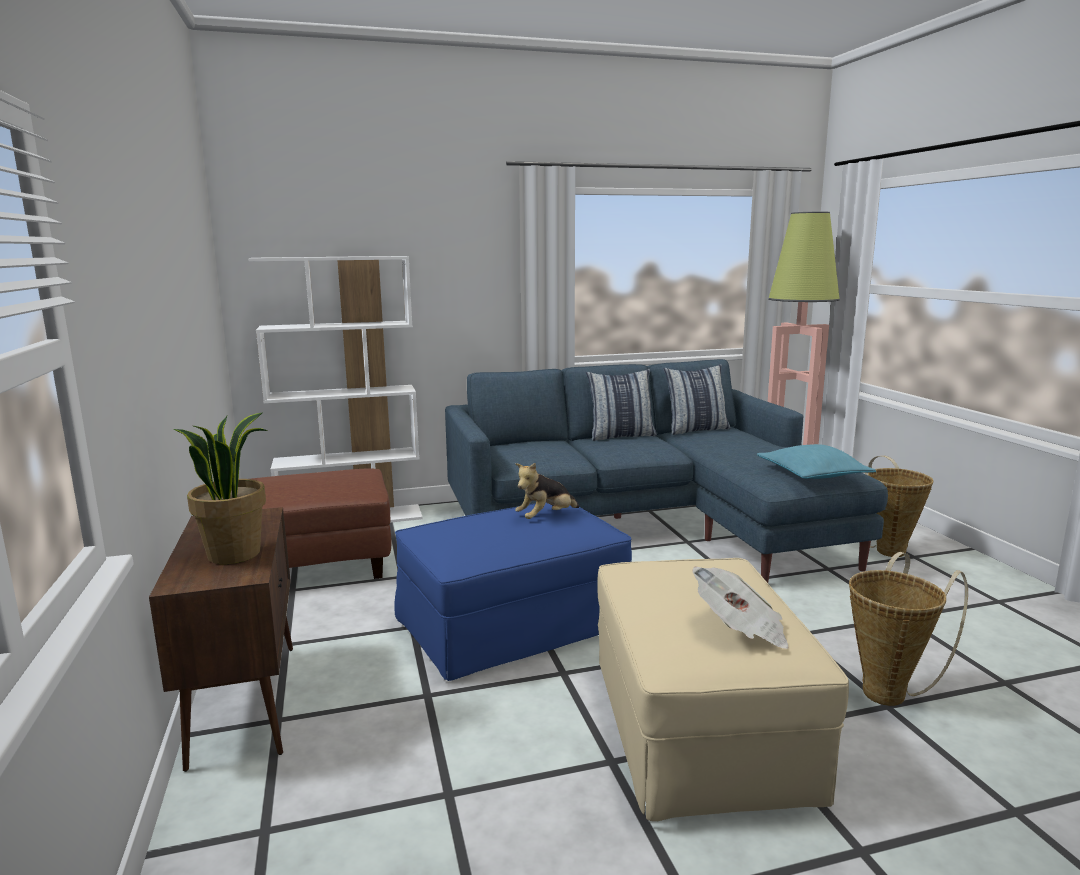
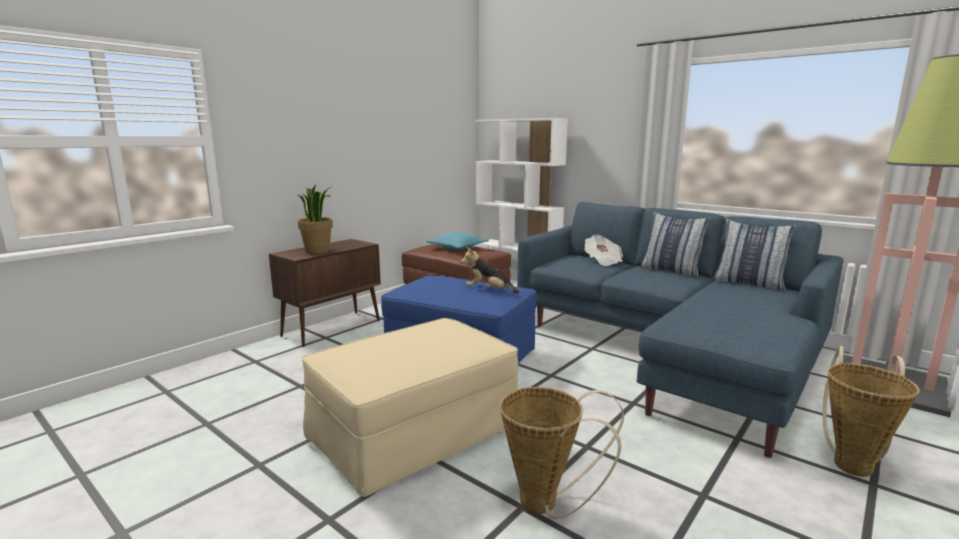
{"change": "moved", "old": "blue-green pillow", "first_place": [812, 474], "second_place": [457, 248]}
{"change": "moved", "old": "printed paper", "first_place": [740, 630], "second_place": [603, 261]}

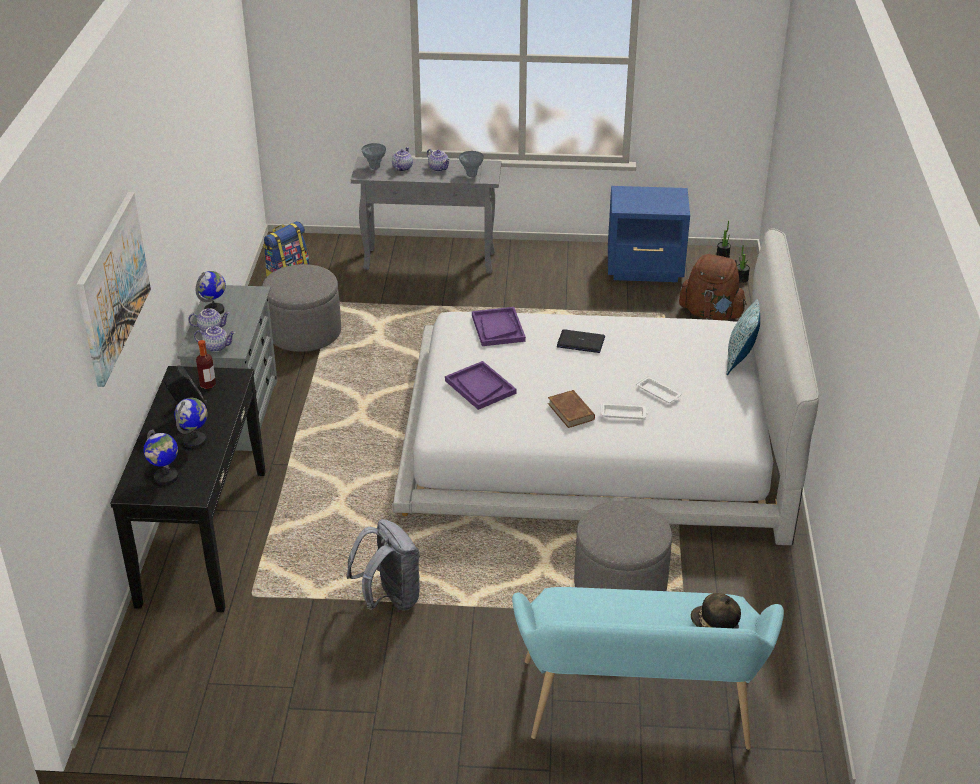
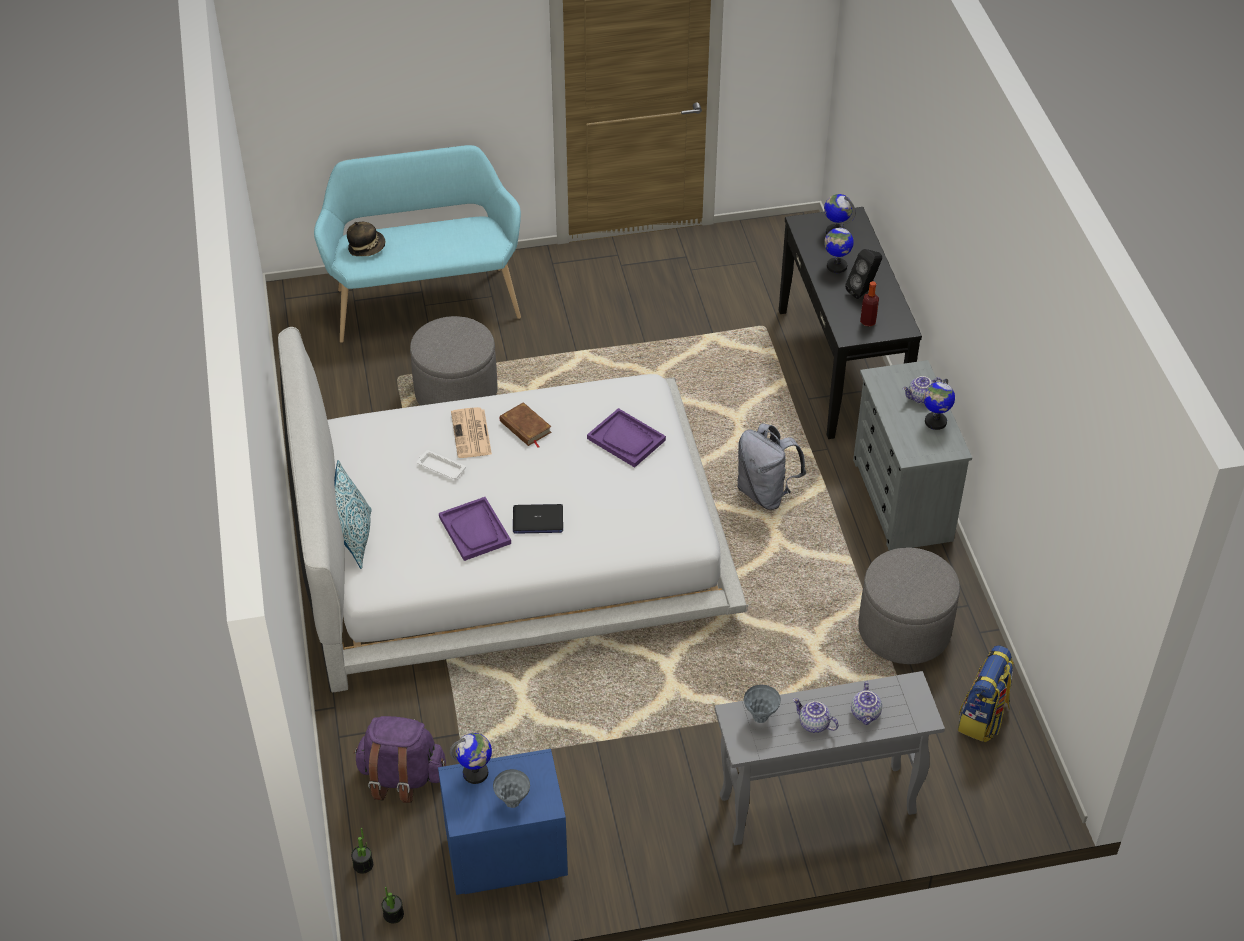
{"change": "recoloured", "old": "brown rucksack", "new": "purple rucksack", "first_place": [711, 314], "second_place": [401, 777]}
{"change": "moved", "old": "purple carrying tray", "first_place": [498, 328], "second_place": [475, 530]}
{"change": "added", "new": "globe", "second_place": [475, 773]}
{"change": "replaced", "old": "white carrying tray", "new": "printed paper", "first_place": [624, 414], "second_place": [471, 434]}
{"change": "moved", "old": "gray flower vase", "first_place": [374, 167], "second_place": [512, 802]}
{"change": "moved", "old": "gray rucksack", "first_place": [389, 598], "second_place": [765, 493]}
{"change": "removed", "old": "wall picture", "first_place": [112, 286]}
{"change": "removed", "old": "pot for tea", "first_place": [216, 347]}

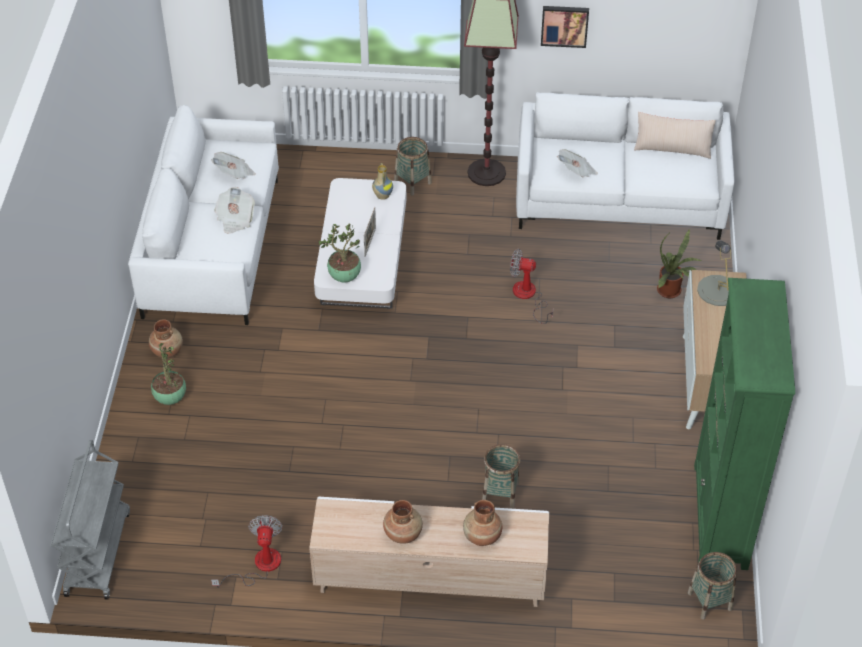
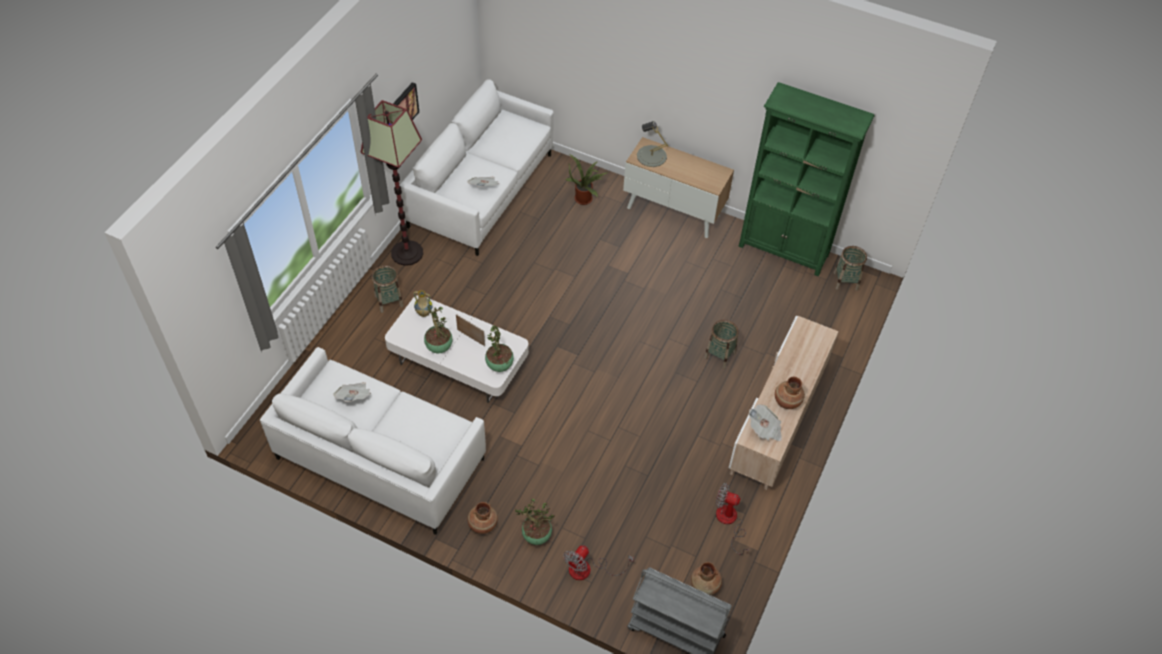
{"change": "added", "new": "potted plant", "second_place": [438, 347]}
{"change": "moved", "old": "cooling fan", "first_place": [528, 296], "second_place": [588, 569]}
{"change": "moved", "old": "brown flower vase", "first_place": [482, 536], "second_place": [705, 586]}
{"change": "moved", "old": "printed paper", "first_place": [235, 219], "second_place": [764, 429]}
{"change": "removed", "old": "sand-coloured pillow", "first_place": [672, 148]}

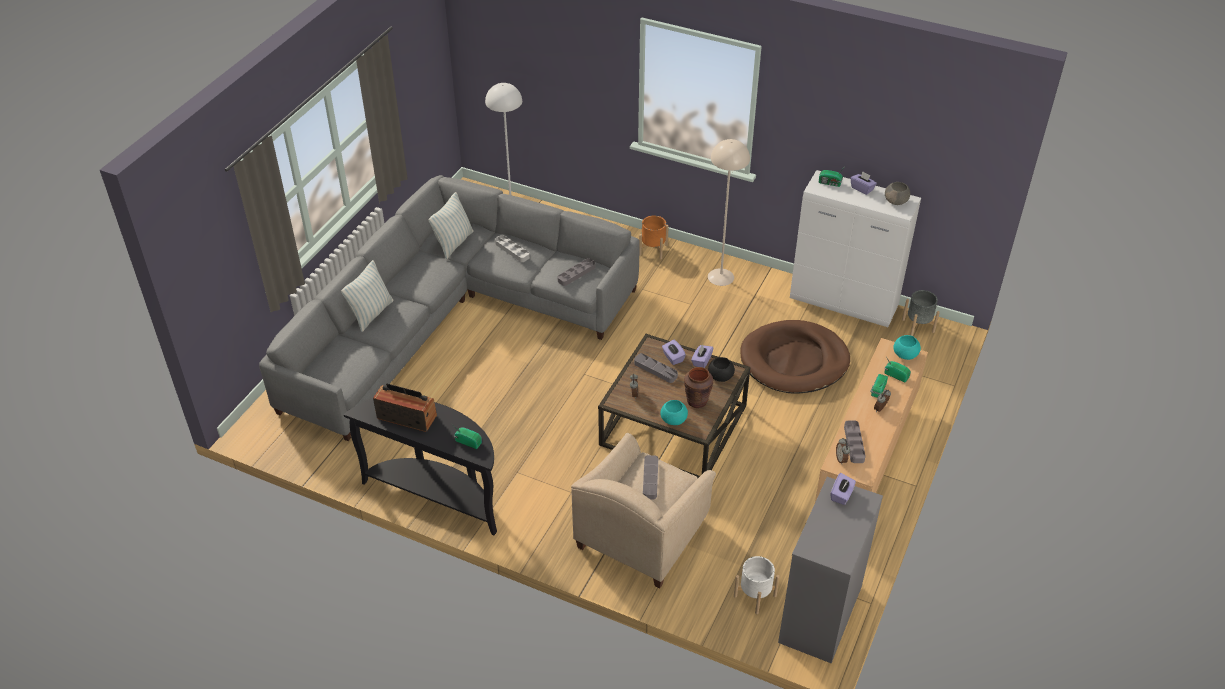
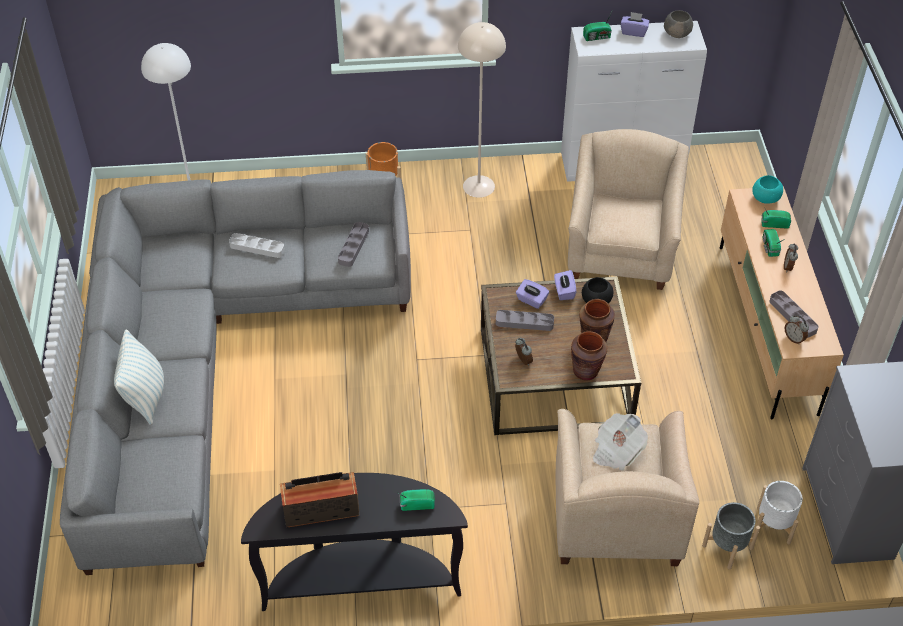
{"change": "replaced", "old": "brown pet bed", "new": "sand-coloured armchair", "first_place": [794, 361], "second_place": [621, 249]}
{"change": "replaced", "old": "blue-green serving bowl", "new": "brown flower vase", "first_place": [673, 419], "second_place": [586, 371]}
{"change": "replaced", "old": "gray carrying tray", "new": "printed paper", "first_place": [650, 479], "second_place": [616, 450]}
{"change": "moved", "old": "gray flower pot", "first_place": [918, 325], "second_place": [727, 547]}
{"change": "removed", "old": "pillow", "first_place": [454, 243]}
{"change": "removed", "old": "purple box of tissues", "first_place": [841, 495]}

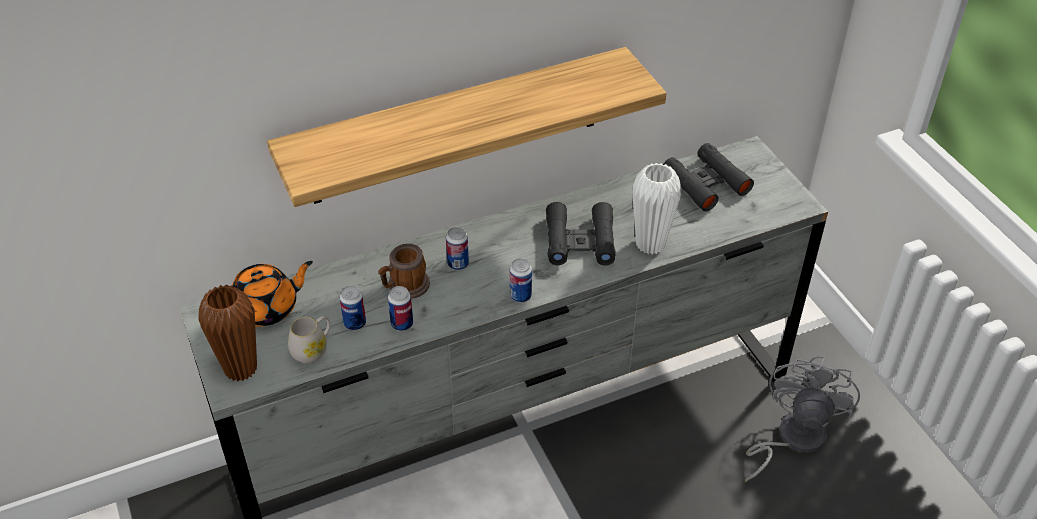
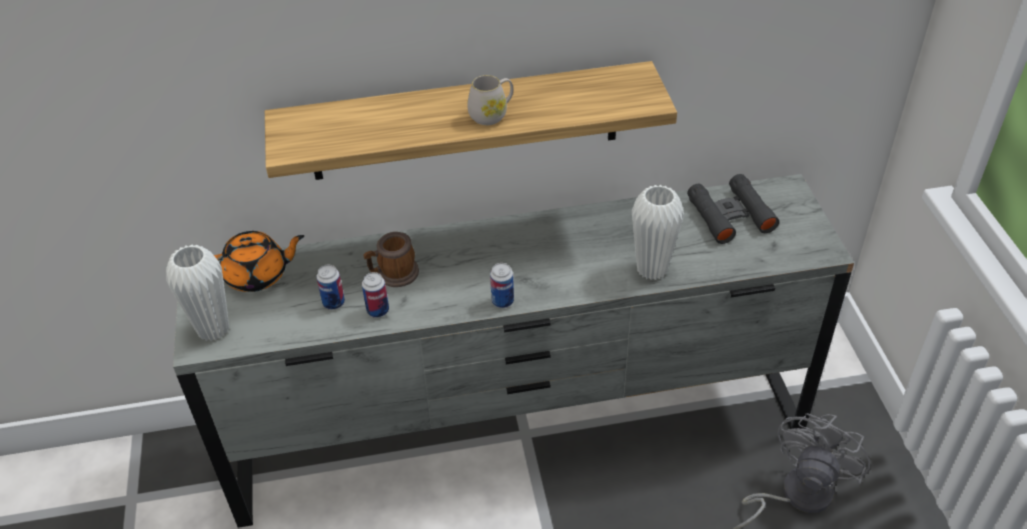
{"change": "recoloured", "old": "brown flower vase", "new": "white flower vase", "first_place": [241, 369], "second_place": [213, 329]}
{"change": "moved", "old": "white tea mug", "first_place": [313, 349], "second_place": [492, 114]}
{"change": "removed", "old": "sealed can", "first_place": [458, 264]}
{"change": "removed", "old": "blackish binoculars", "first_place": [580, 241]}

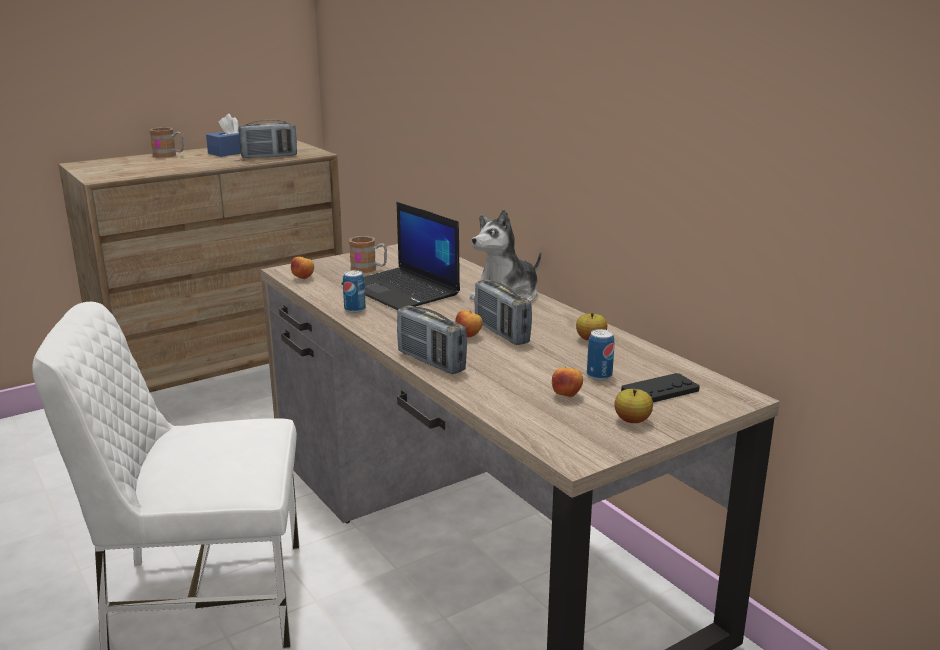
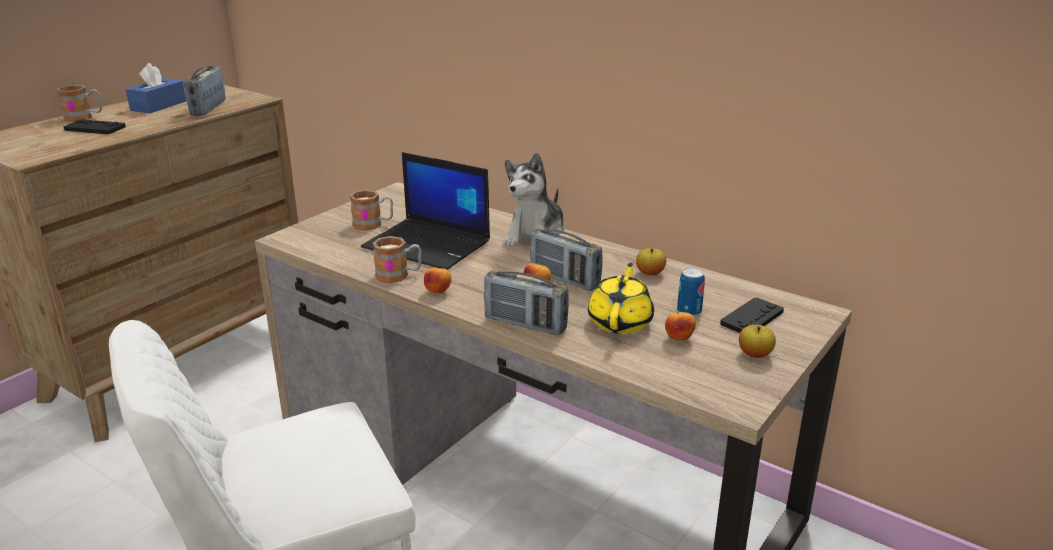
{"change": "added", "new": "blackish gamepad", "second_place": [95, 128]}
{"change": "turned", "old": "radio receiver", "first_place": [269, 157], "second_place": [208, 108], "degrees": 135}
{"change": "replaced", "old": "sealed can", "new": "tea mug", "first_place": [355, 309], "second_place": [399, 275]}
{"change": "moved", "old": "apple", "first_place": [303, 278], "second_place": [438, 292]}
{"change": "added", "new": "yellow pot for tea", "second_place": [620, 322]}

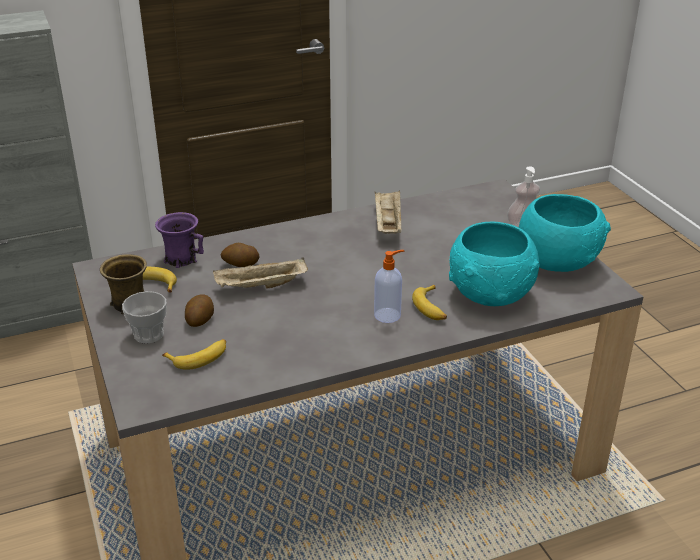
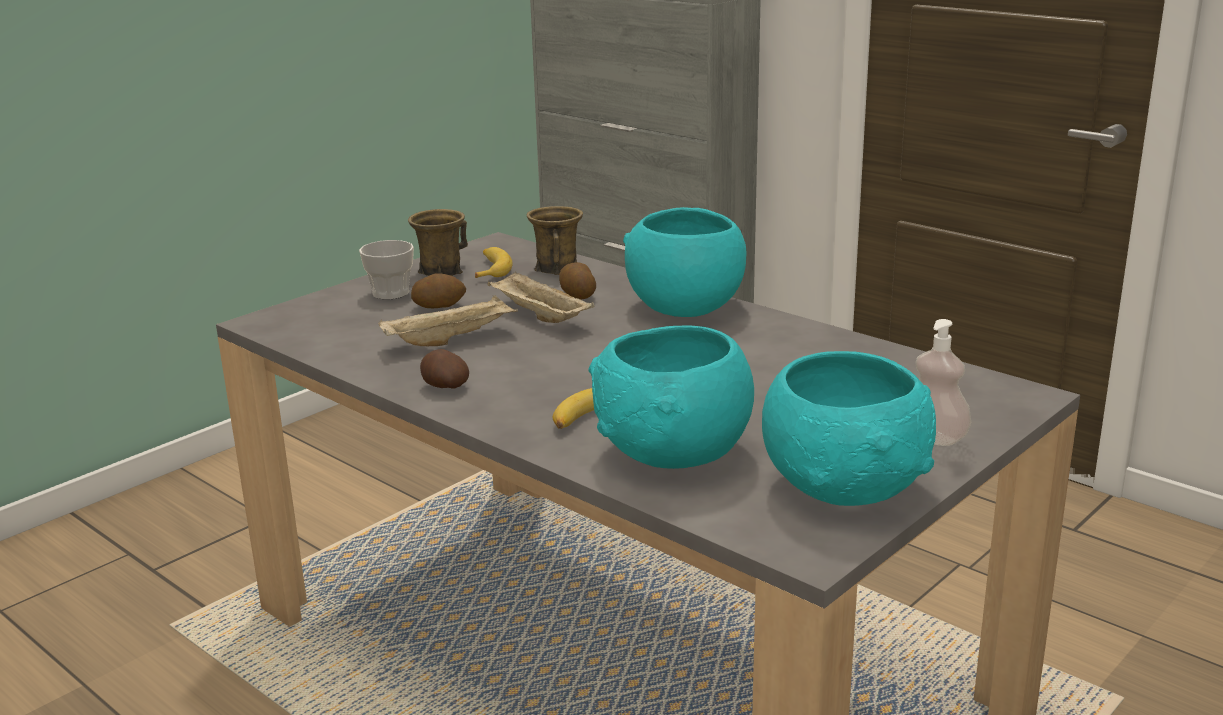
{"change": "moved", "old": "sand-coloured carrying tray", "first_place": [387, 223], "second_place": [451, 339]}
{"change": "added", "new": "whole potato", "second_place": [444, 387]}
{"change": "recoloured", "old": "purple tea mug", "new": "brown tea mug", "first_place": [181, 259], "second_place": [557, 268]}
{"change": "added", "new": "blue-green serving bowl", "second_place": [683, 306]}
{"change": "removed", "old": "banana", "first_place": [199, 357]}
{"change": "removed", "old": "liquid soap bottle", "first_place": [388, 315]}

